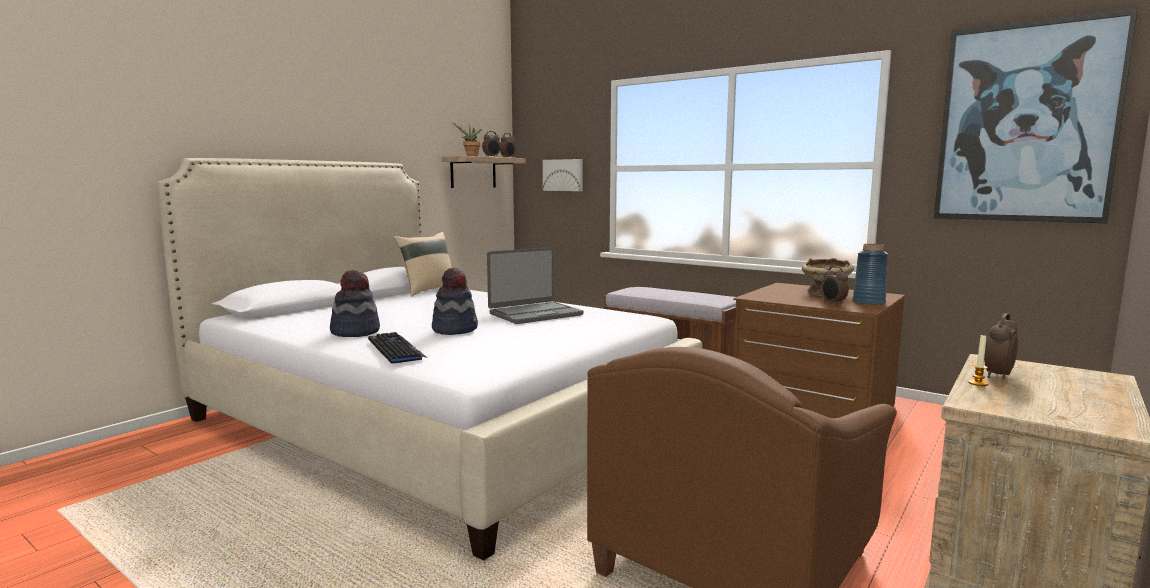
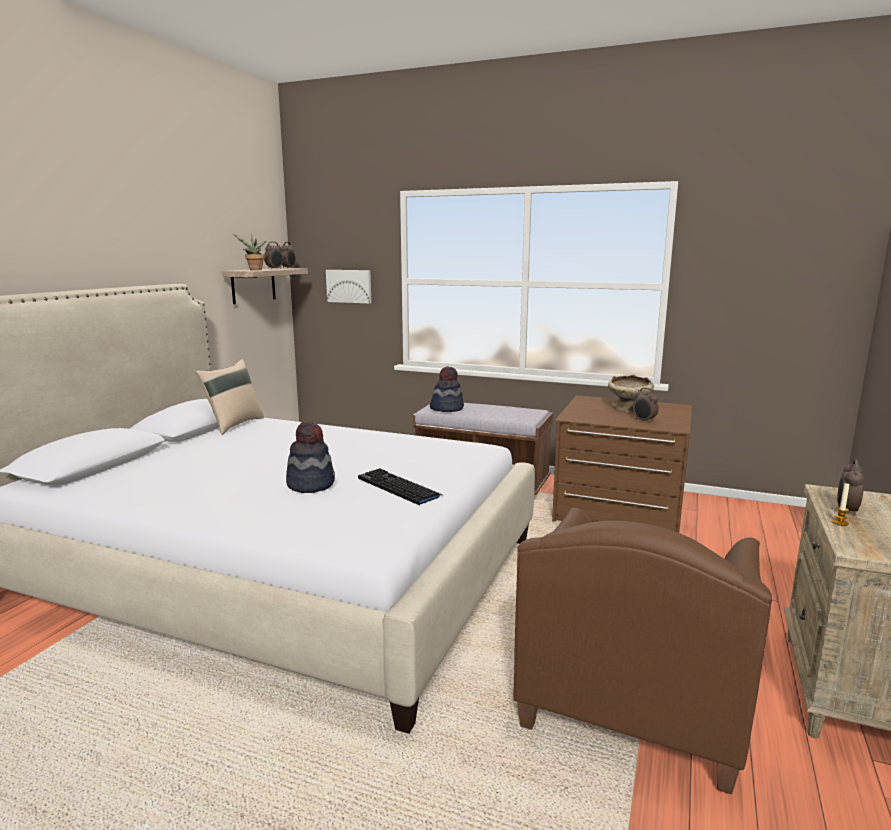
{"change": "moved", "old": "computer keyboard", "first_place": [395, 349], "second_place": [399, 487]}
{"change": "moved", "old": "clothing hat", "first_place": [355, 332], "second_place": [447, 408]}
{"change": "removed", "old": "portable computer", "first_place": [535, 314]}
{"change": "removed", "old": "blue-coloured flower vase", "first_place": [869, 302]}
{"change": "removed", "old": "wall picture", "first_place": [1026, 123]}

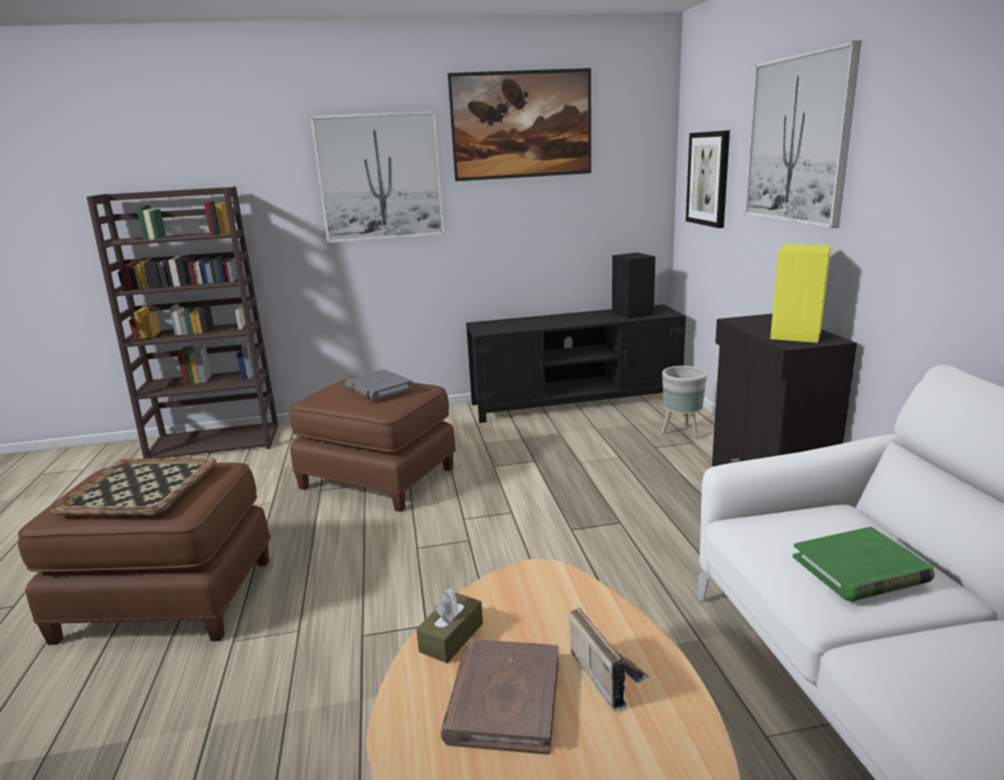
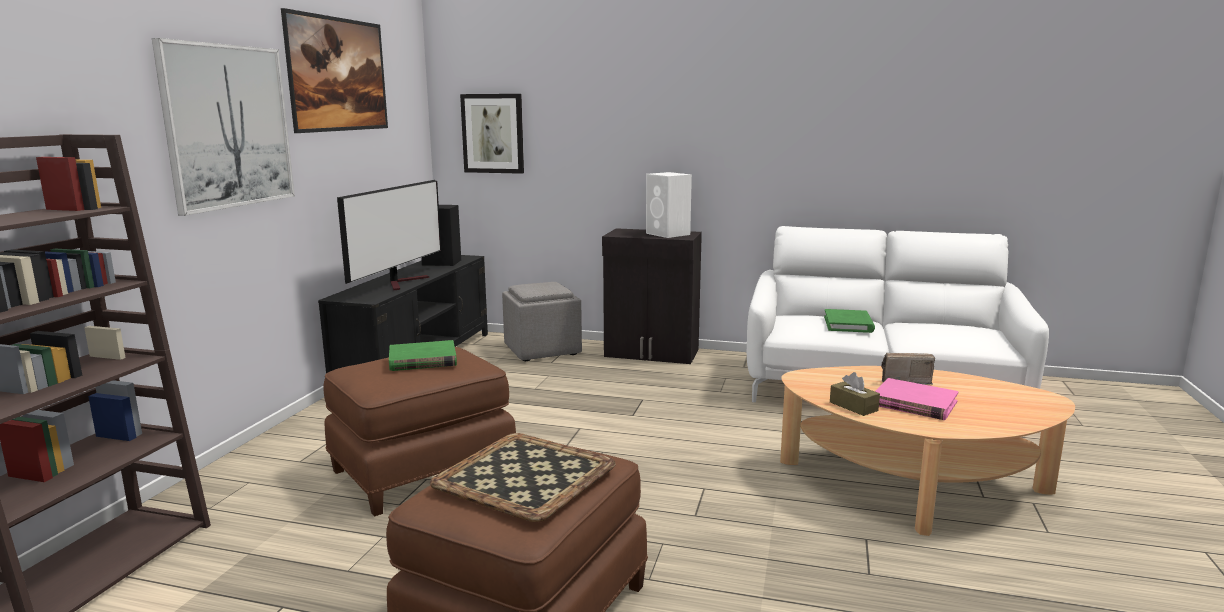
{"change": "added", "new": "television", "second_place": [403, 282]}
{"change": "recoloured", "old": "gray bound book", "new": "greenish bound book", "first_place": [378, 388], "second_place": [423, 360]}
{"change": "replaced", "old": "gray flower pot", "new": "gray ottoman", "first_place": [682, 432], "second_place": [542, 349]}
{"change": "recoloured", "old": "yellow loudspeaker", "new": "white loudspeaker", "first_place": [795, 335], "second_place": [668, 234]}
{"change": "recoloured", "old": "brown bound book", "new": "pink bound book", "first_place": [503, 699], "second_place": [914, 403]}
{"change": "removed", "old": "wall picture", "first_place": [797, 140]}

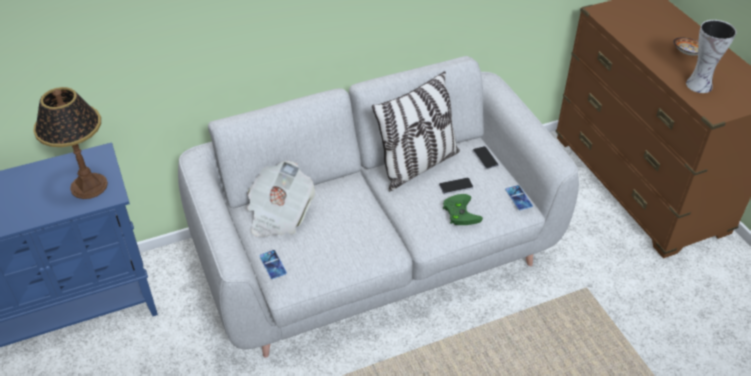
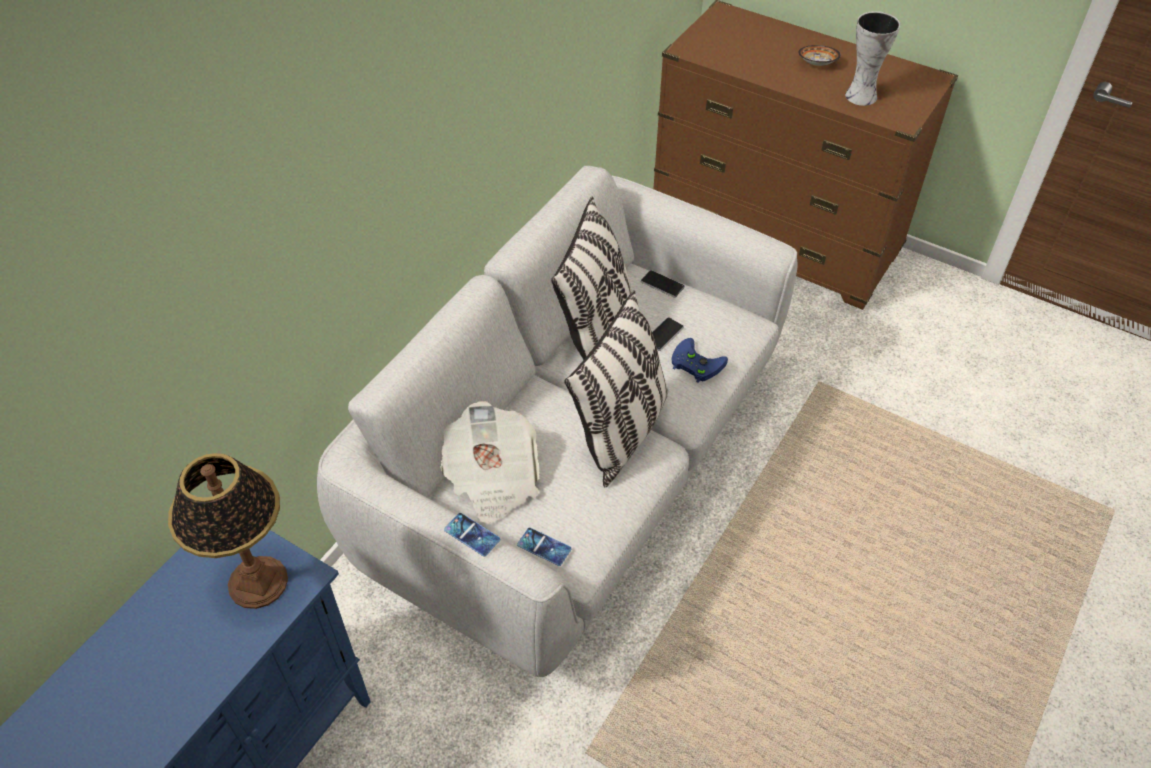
{"change": "moved", "old": "handset", "first_place": [518, 198], "second_place": [472, 535]}
{"change": "added", "new": "pillow", "second_place": [621, 432]}
{"change": "recoloured", "old": "greenish gamepad", "new": "blue-coloured gamepad", "first_place": [459, 212], "second_place": [694, 363]}

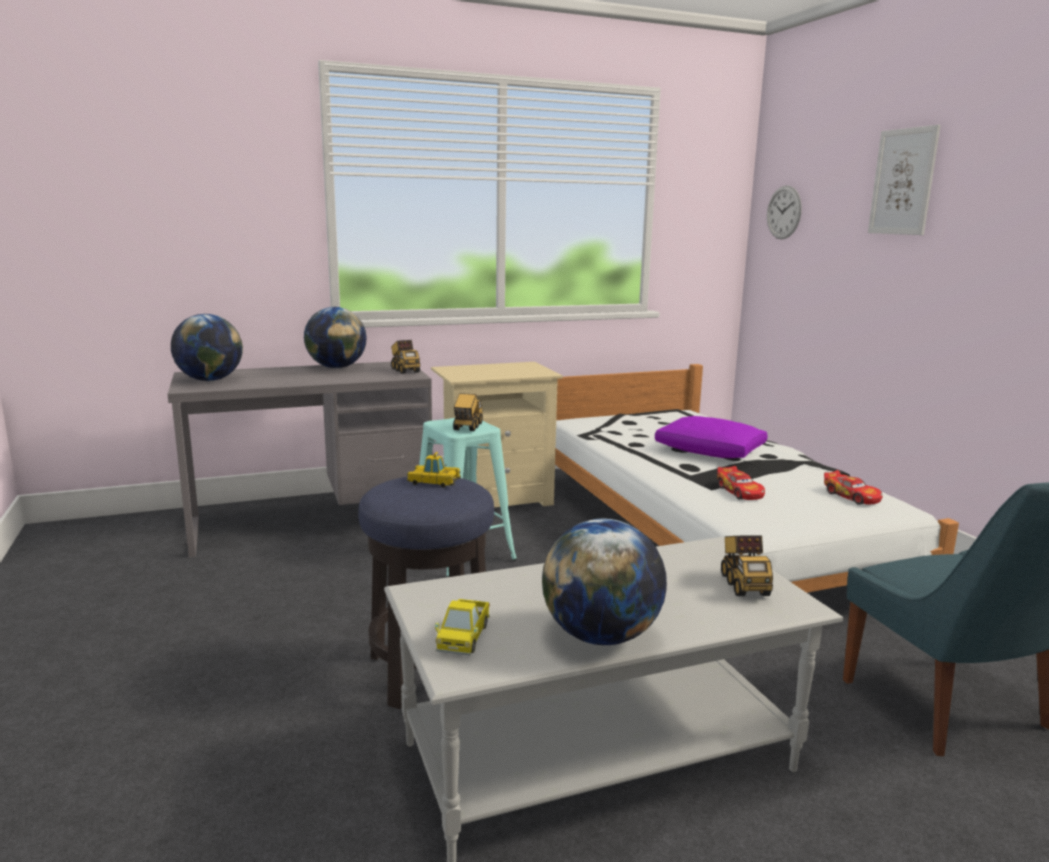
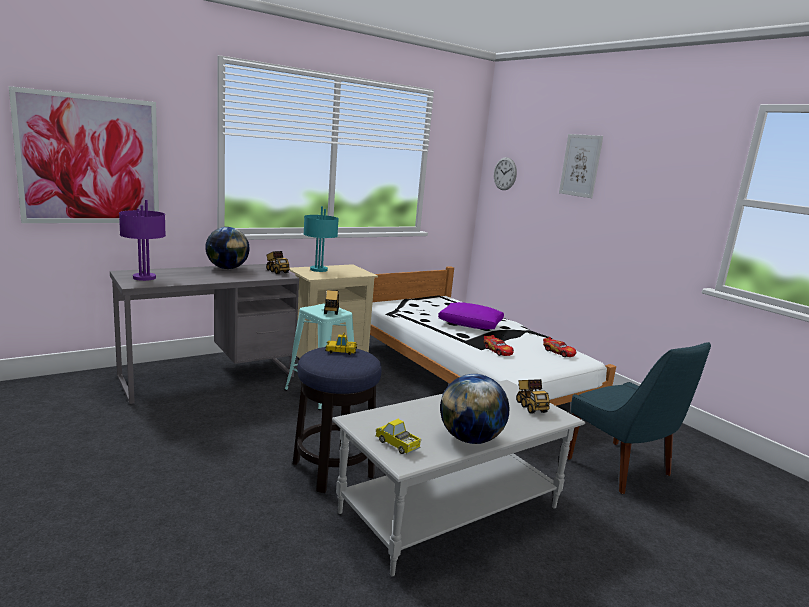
{"change": "added", "new": "wall picture", "second_place": [90, 160]}
{"change": "replaced", "old": "globe", "new": "purple table lamp", "first_place": [210, 380], "second_place": [143, 278]}
{"change": "added", "new": "blue-green table lamp", "second_place": [318, 269]}
{"change": "turned", "old": "toy truck", "first_place": [464, 638], "second_place": [397, 444], "degrees": 135}

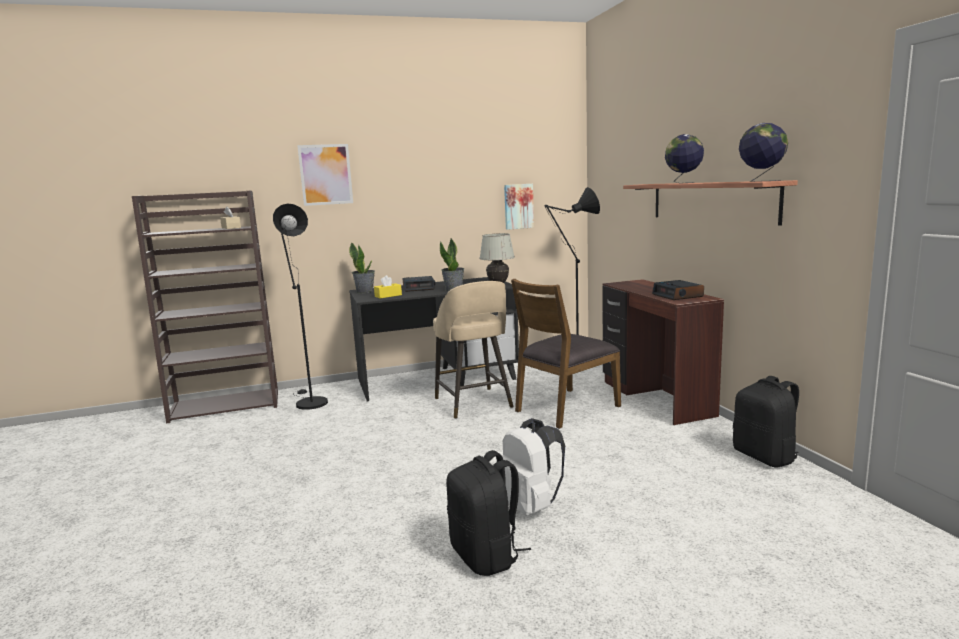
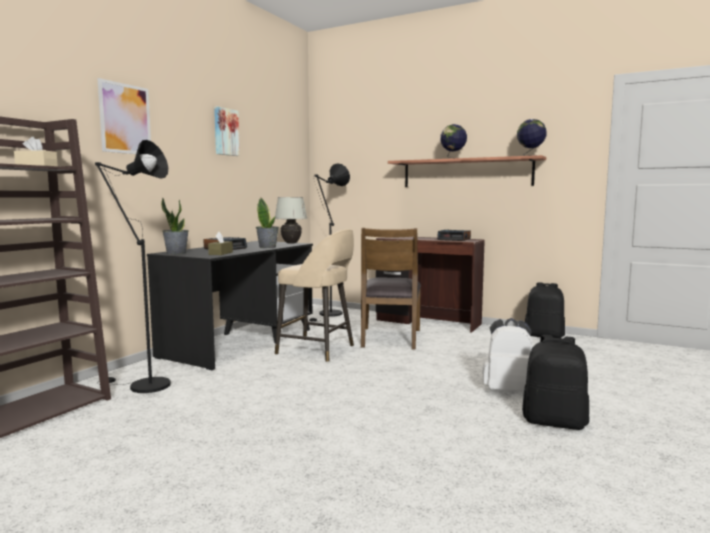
{"change": "recoloured", "old": "yellow box of tissues", "new": "brown box of tissues", "first_place": [388, 296], "second_place": [220, 253]}
{"change": "moved", "old": "wall picture", "first_place": [518, 206], "second_place": [225, 132]}

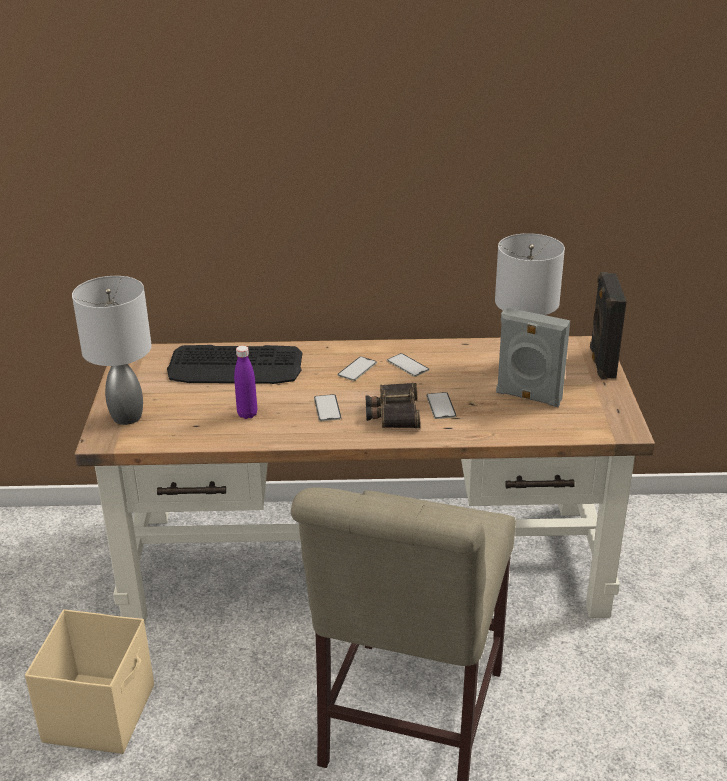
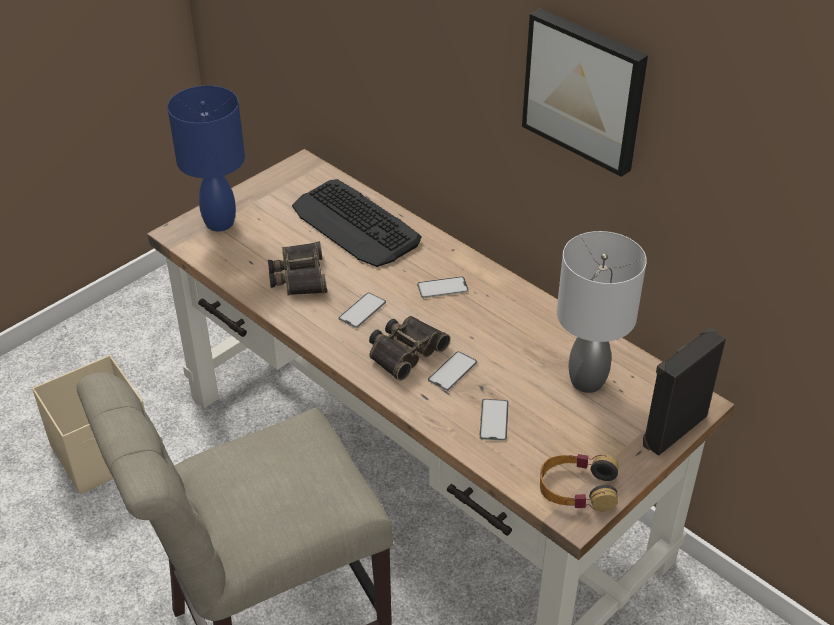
{"change": "recoloured", "old": "gray table lamp", "new": "blue-coloured table lamp", "first_place": [127, 417], "second_place": [219, 223]}
{"change": "replaced", "old": "purple drink bottle", "new": "binoculars", "first_place": [247, 414], "second_place": [298, 276]}
{"change": "moved", "old": "handset", "first_place": [407, 365], "second_place": [494, 420]}
{"change": "added", "new": "wall picture", "second_place": [585, 90]}
{"change": "added", "new": "pair of headphones", "second_place": [577, 488]}
{"change": "removed", "old": "gray loudspeaker", "first_place": [528, 397]}

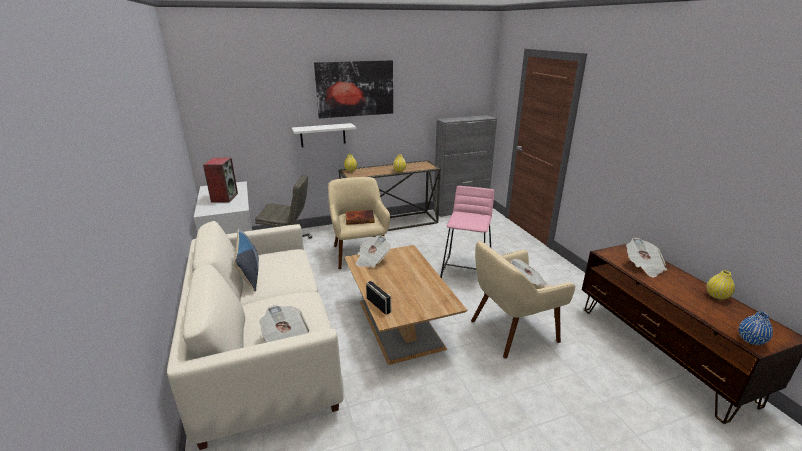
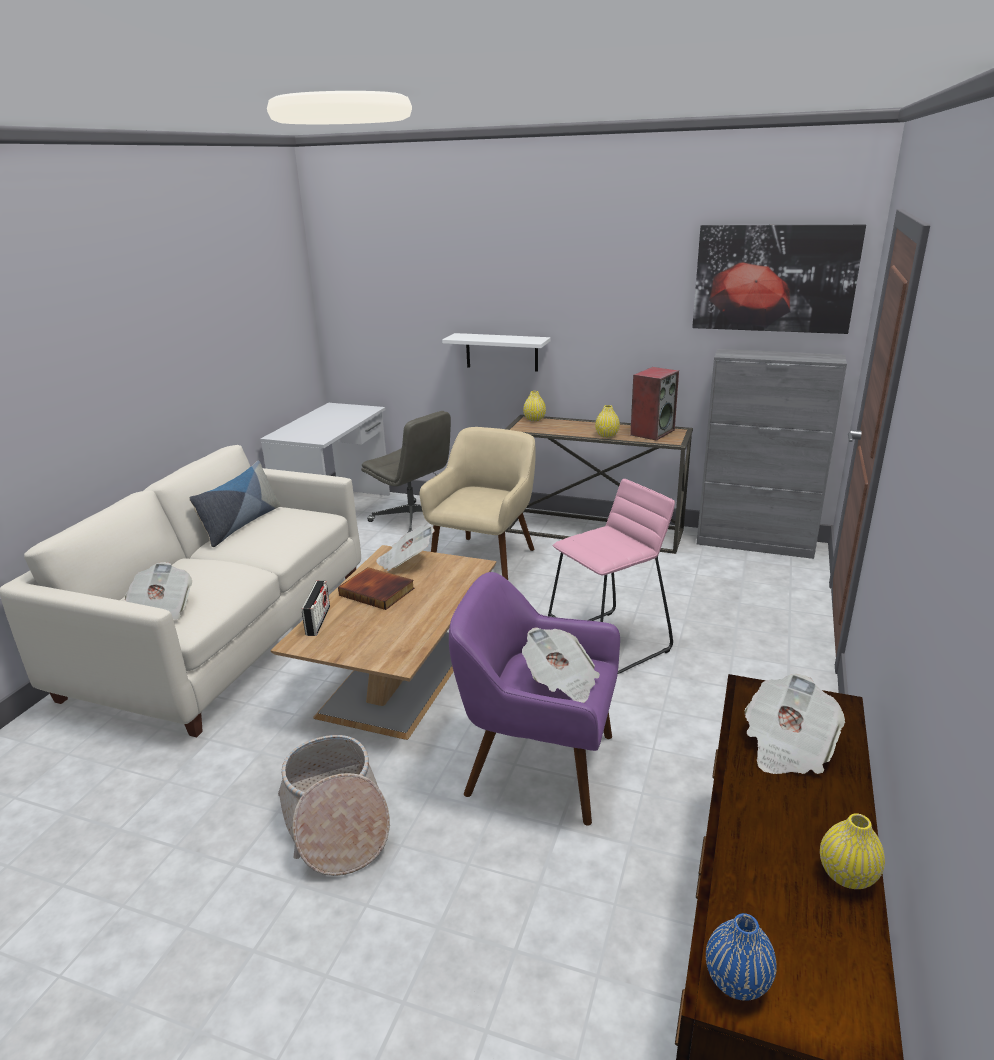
{"change": "added", "new": "storage basket", "second_place": [336, 822]}
{"change": "moved", "old": "bound book", "first_place": [360, 218], "second_place": [378, 591]}
{"change": "recoloured", "old": "sand-coloured armchair", "new": "purple armchair", "first_place": [512, 331], "second_place": [537, 766]}
{"change": "moved", "old": "loudspeaker", "first_place": [224, 197], "second_place": [652, 432]}
{"change": "moved", "old": "wall picture", "first_place": [355, 89], "second_place": [774, 278]}

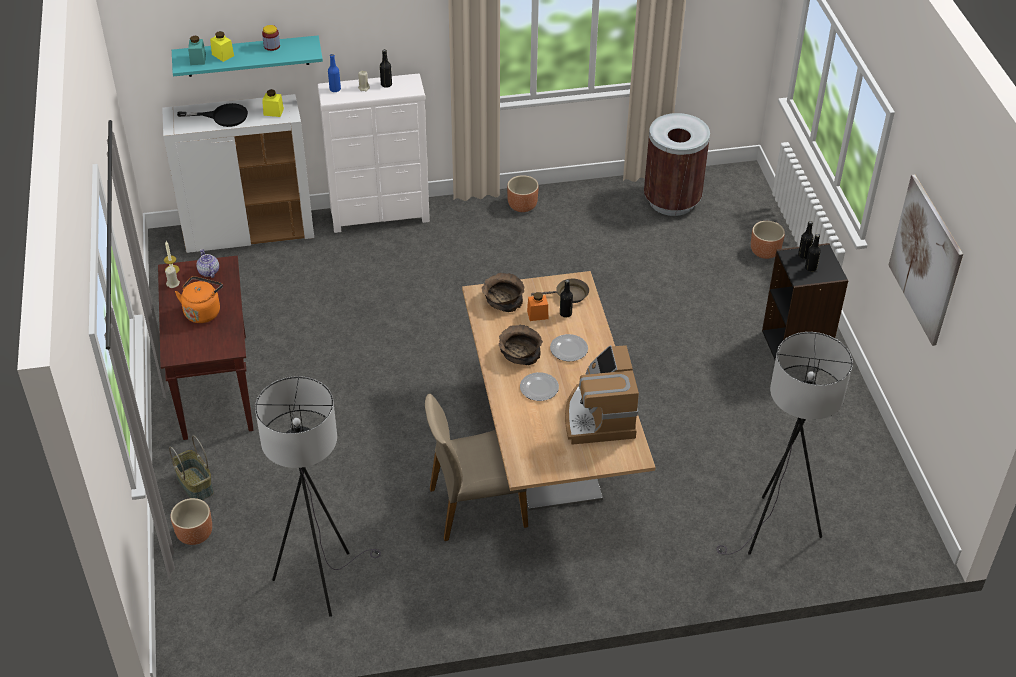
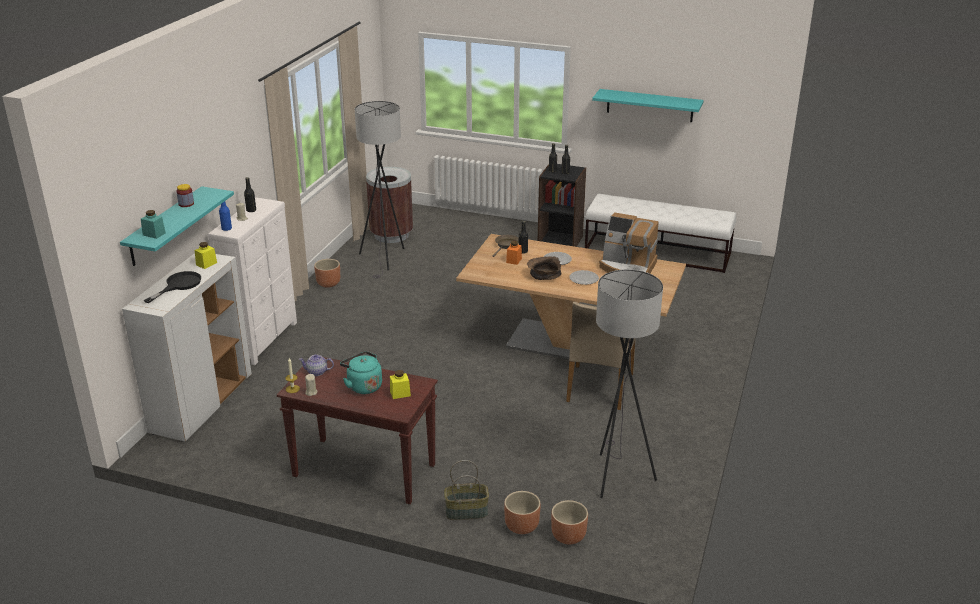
{"change": "recoloured", "old": "orange-coloured water kettle", "new": "blue-green water kettle", "first_place": [203, 311], "second_place": [363, 386]}
{"change": "moved", "old": "gray floor lamp", "first_place": [774, 533], "second_place": [385, 259]}
{"change": "moved", "old": "yellow jar", "first_place": [223, 55], "second_place": [400, 393]}
{"change": "moved", "old": "brown flower pot", "first_place": [764, 252], "second_place": [568, 536]}
{"change": "added", "new": "white long seat", "second_place": [658, 252]}
{"change": "replaced", "old": "wall picture", "new": "blue-green shelf", "first_place": [925, 259], "second_place": [650, 105]}
{"change": "removed", "old": "brown serving bowl", "first_place": [503, 299]}

